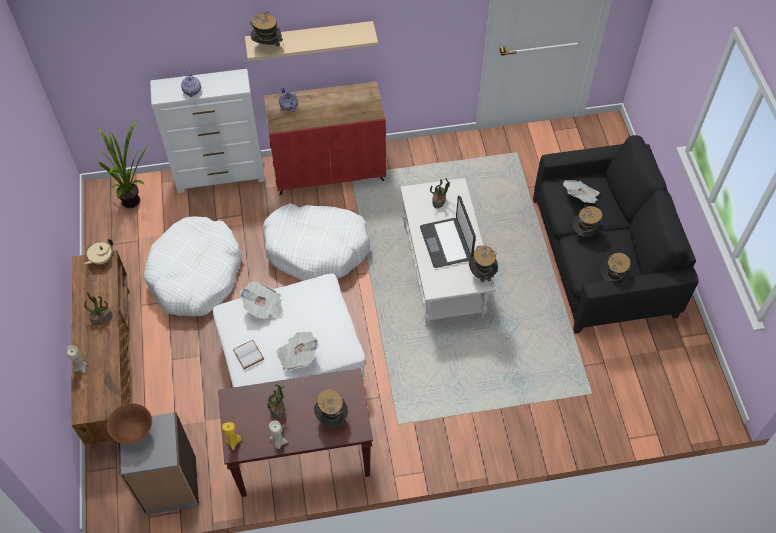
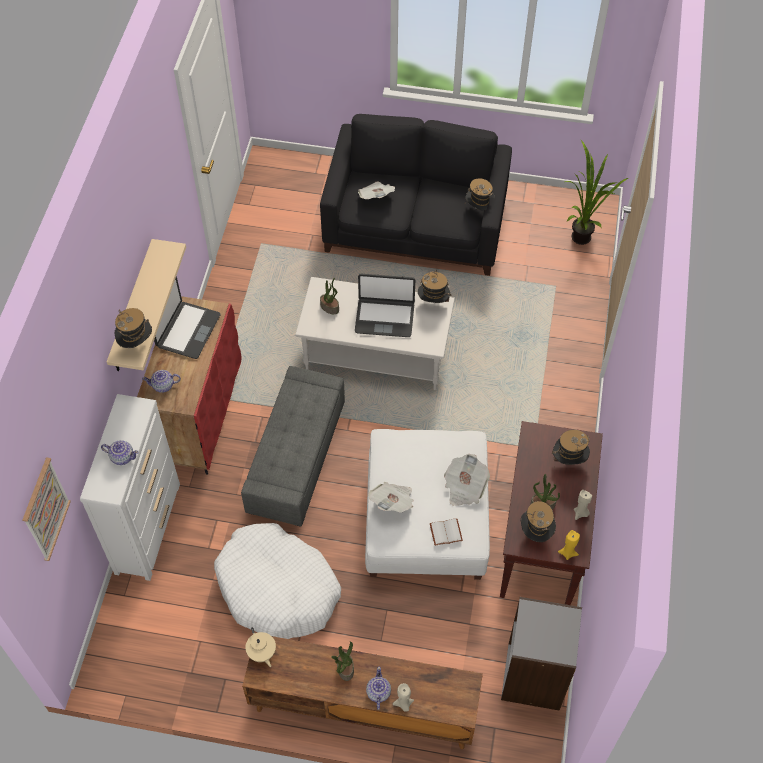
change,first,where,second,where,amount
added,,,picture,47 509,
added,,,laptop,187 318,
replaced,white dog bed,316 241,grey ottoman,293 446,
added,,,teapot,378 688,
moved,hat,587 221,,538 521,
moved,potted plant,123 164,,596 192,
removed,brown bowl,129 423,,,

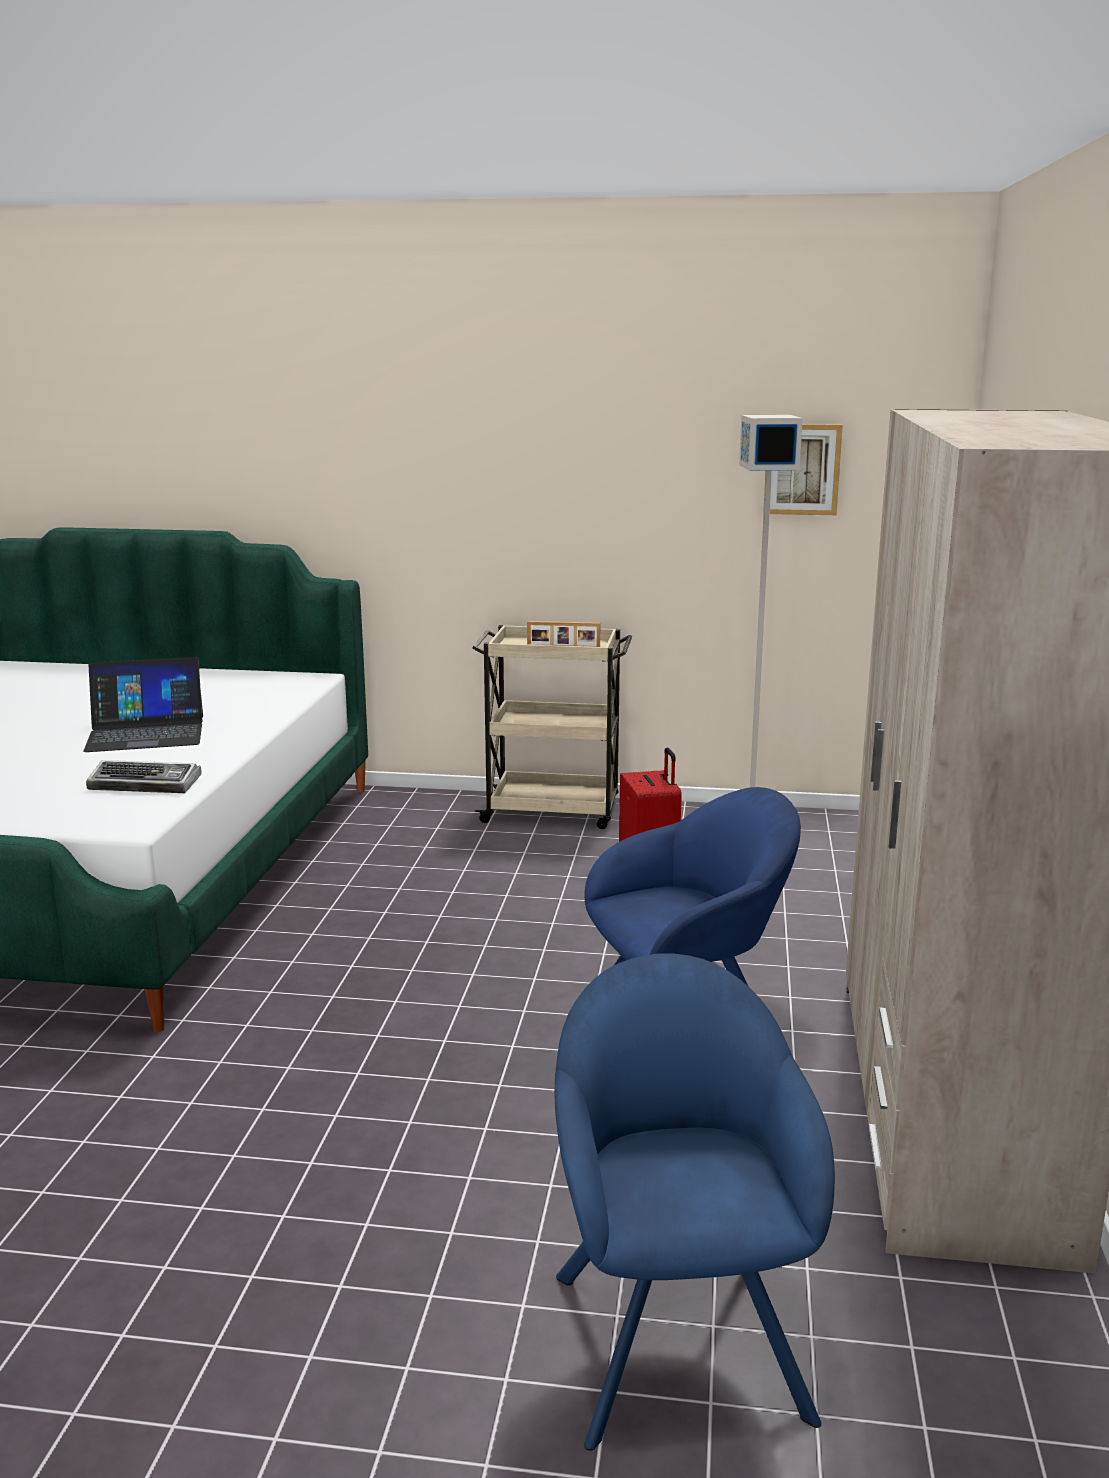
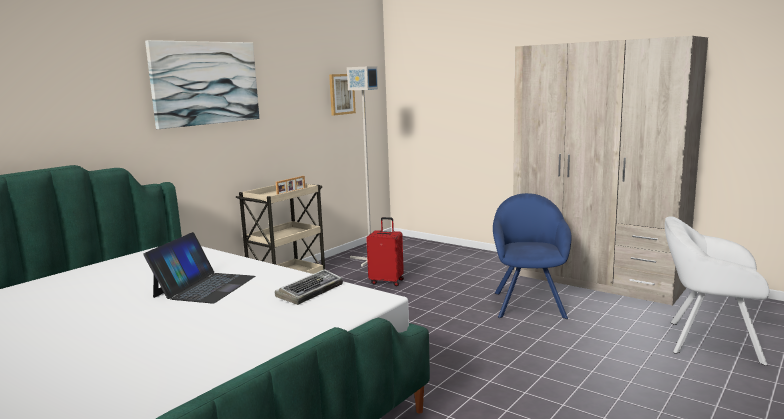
change,first,where,second,where,amount
added,,,picture,202 84,
recoloured,blue armchair,695 1202,white armchair,717 291,

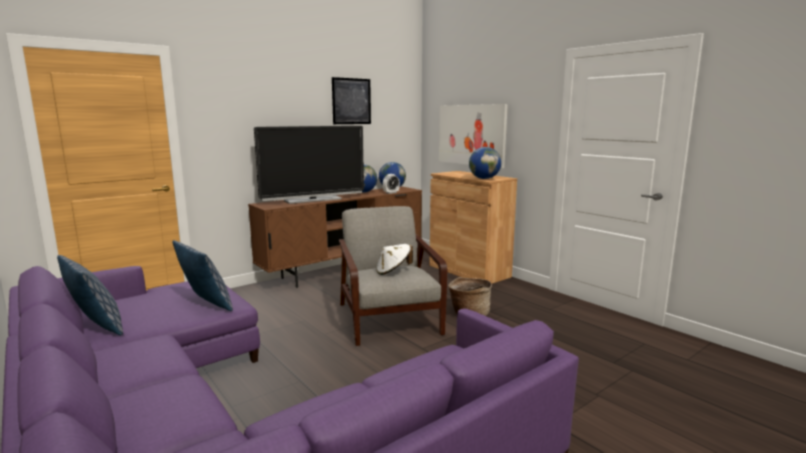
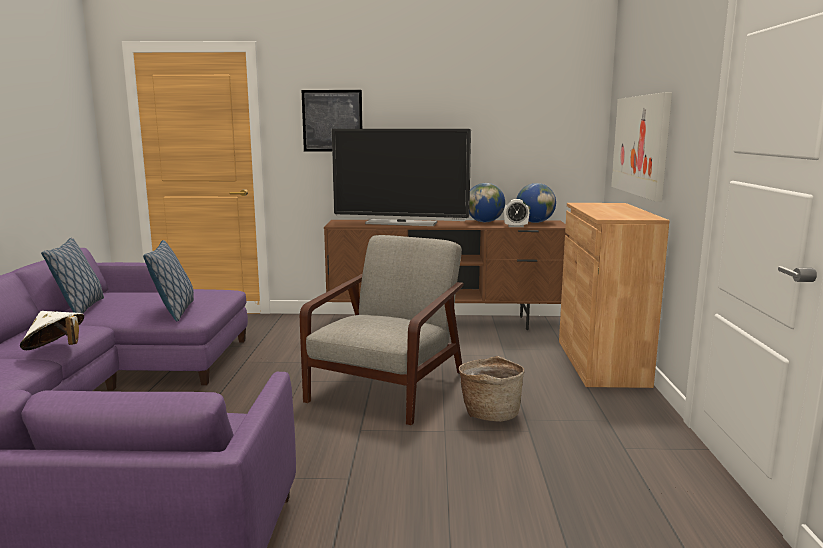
change,first,where,second,where,amount
moved,white hat,394 259,,52 330,
moved,picture,351 100,,332 120,
removed,globe,485 163,,,

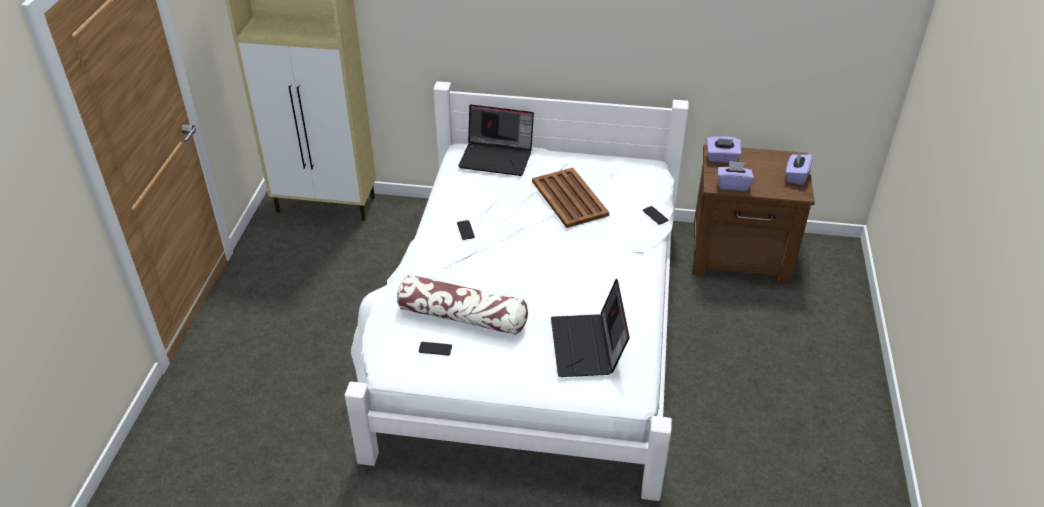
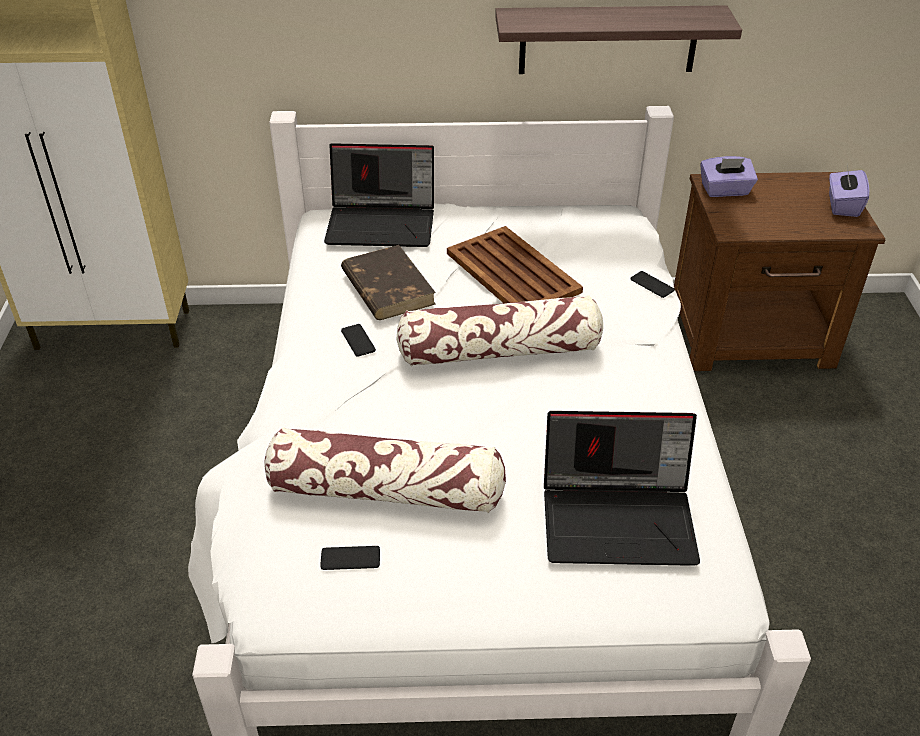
change,first,where,second,where,amount
added,,,brown book,388 282,
added,,,pillow,500 330,
added,,,shelf,618 39,
turned,laptop,590 328,,622 488,75 degrees counterclockwise
removed,purple tissue box,735 176,,,

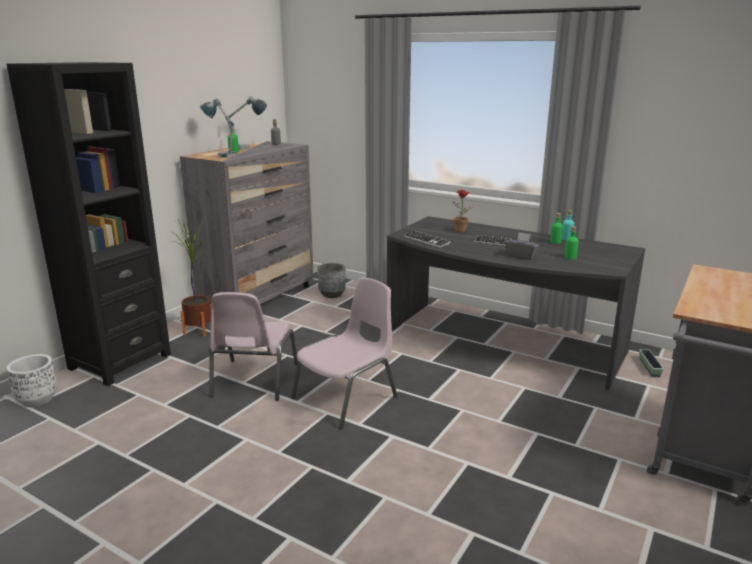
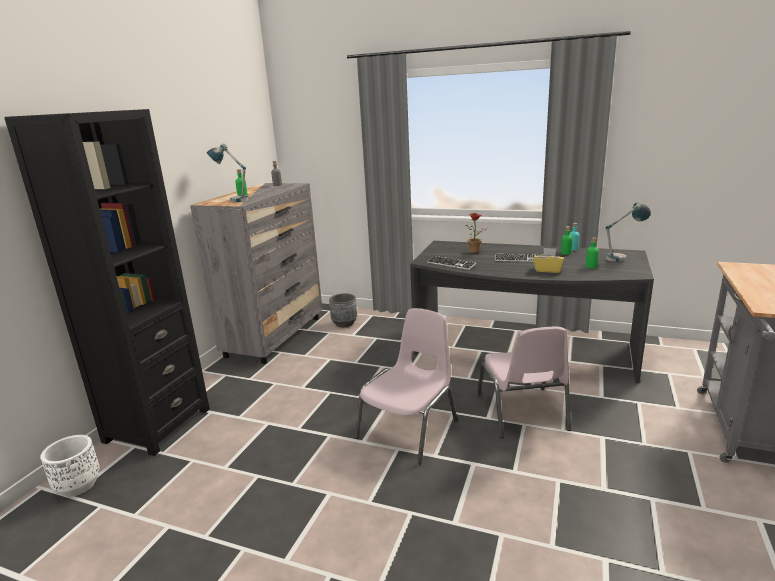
change,first,where,second,where,amount
moved,pink chair,253 346,,524 382,
recoloured,grey tissue box,522 246,yellow tissue box,548 260,
moved,table lamp,246 123,,628 232,
removed,potted plant,191 277,,,
removed,planter,651 363,,,

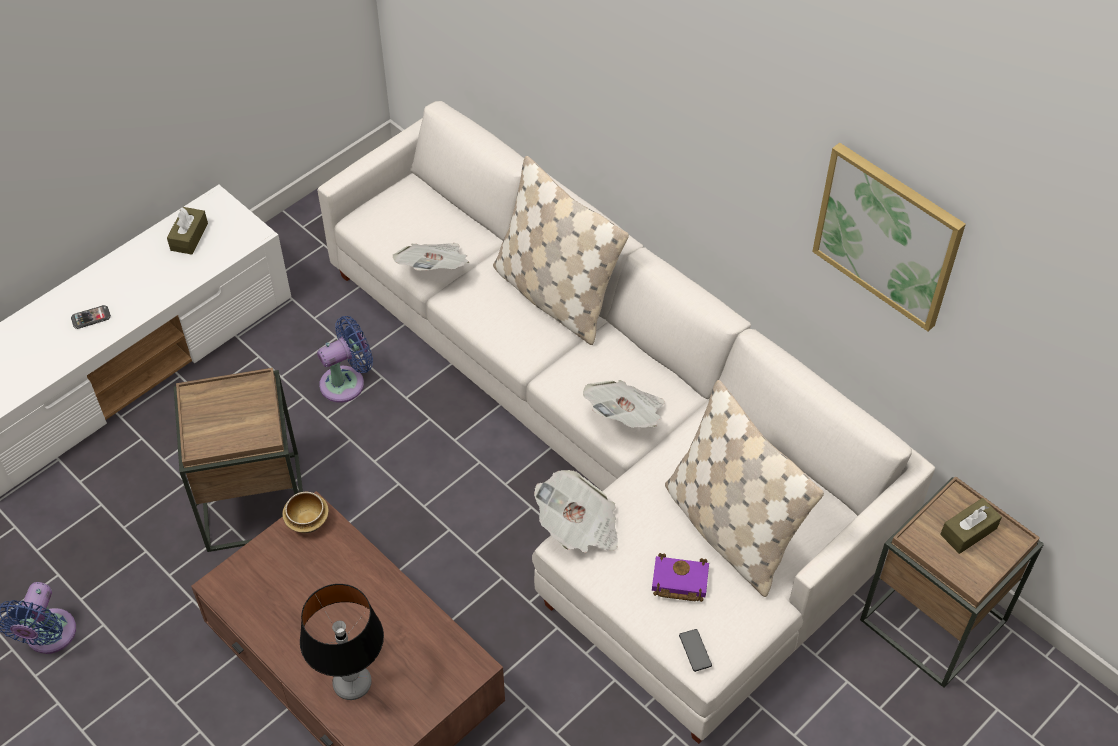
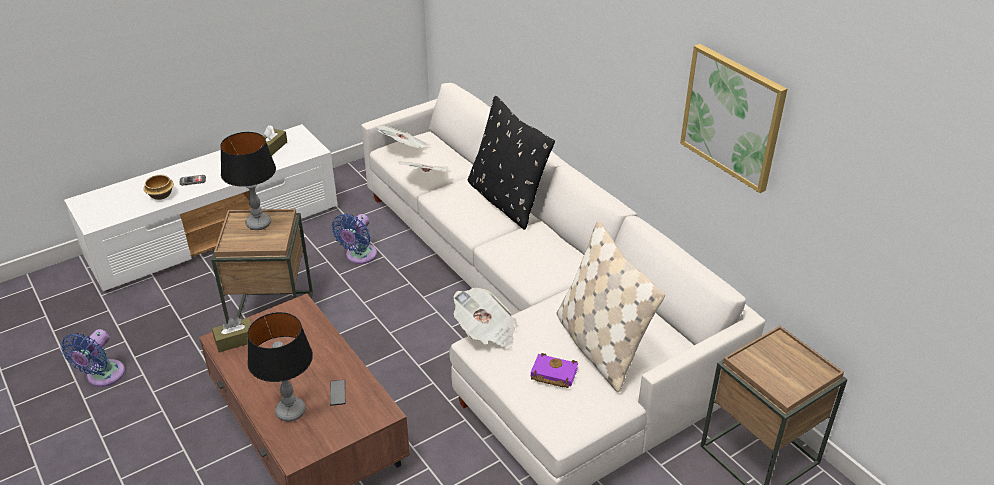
change,first,where,second,where,amount
moved,bowl,305 512,,158 187,
moved,brown tissue box,971 526,,232 334,
added,,,table lamp,248 181,
moved,phone,695 650,,337 393,
turned,blue fan,345 359,,354 239,135 degrees clockwise
moved,newspaper,624 404,,403 136,
recoloured,beige pillow,561 250,black pillow,511 163,

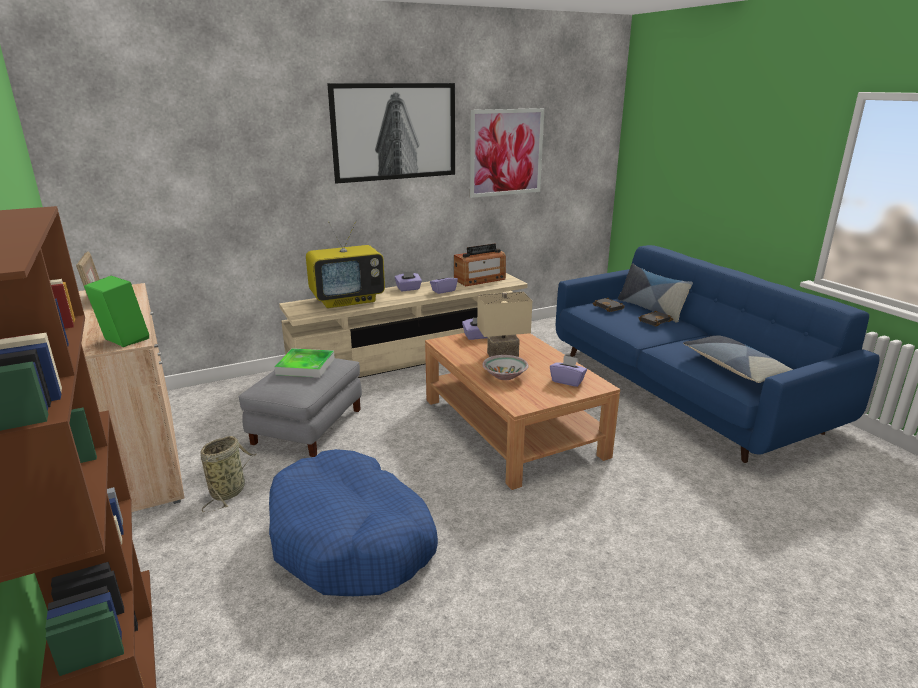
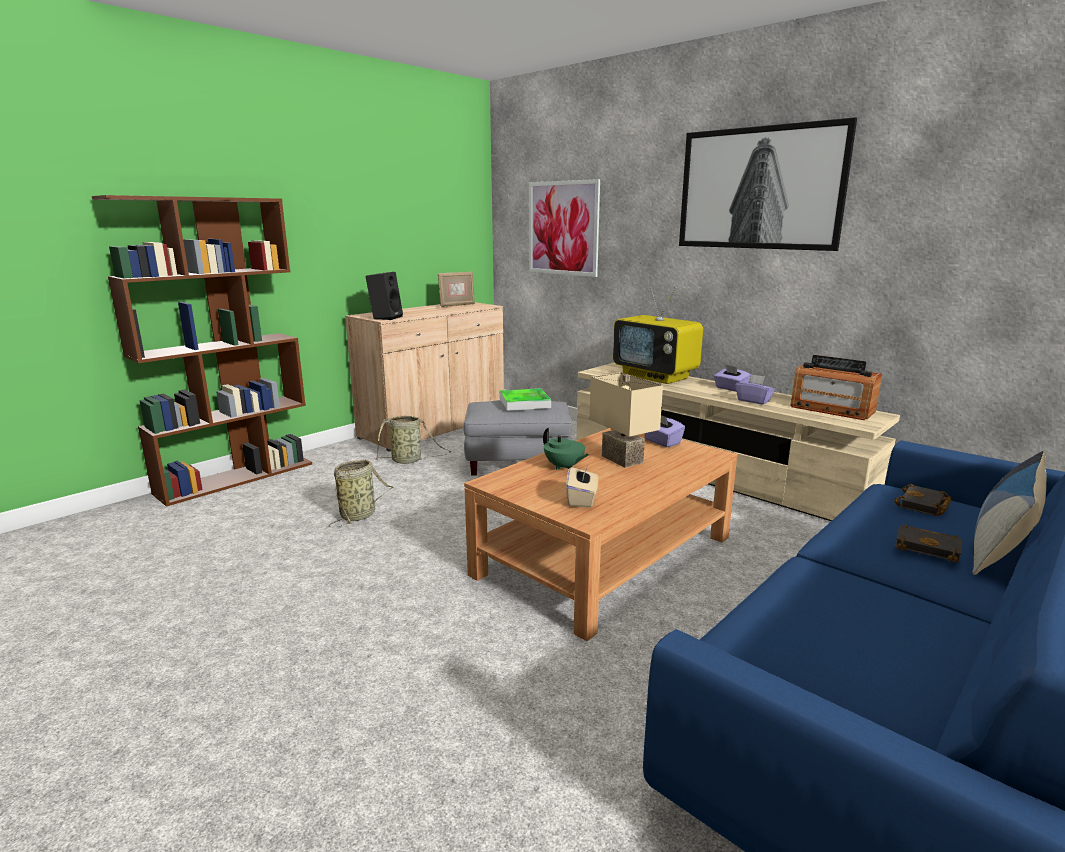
change,first,where,second,where,amount
replaced,blue dog bed,353 522,basket,361 493,
recoloured,green speaker,116 311,black speaker,384 296,
moved,picture,507 153,,564 228,
replaced,bowl,505 367,green teapot,566 449,
recoloured,purple tissue box,568 371,beige tissue box,582 485,
removed,pillow,738 359,,,

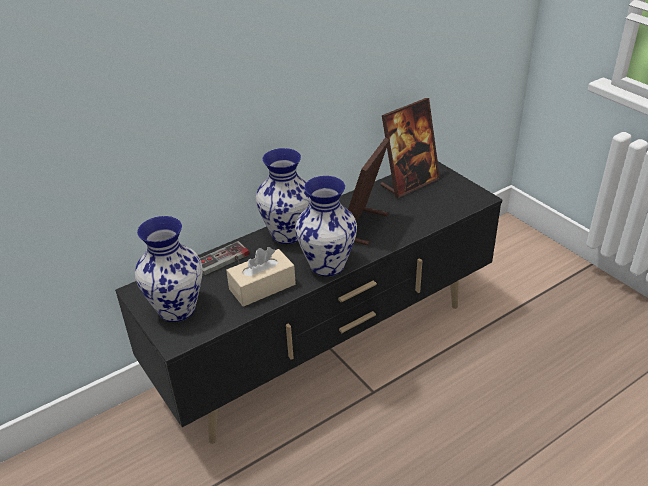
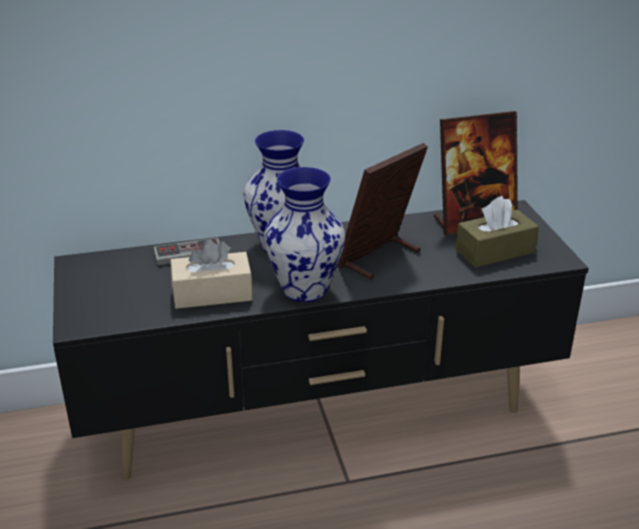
change,first,where,second,where,amount
added,,,brown tissue box,497 232,
removed,vase,168 269,,,

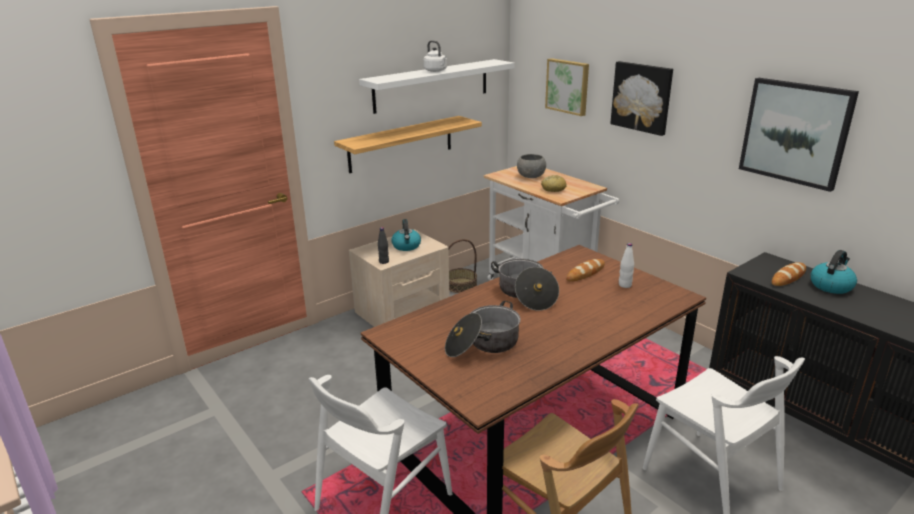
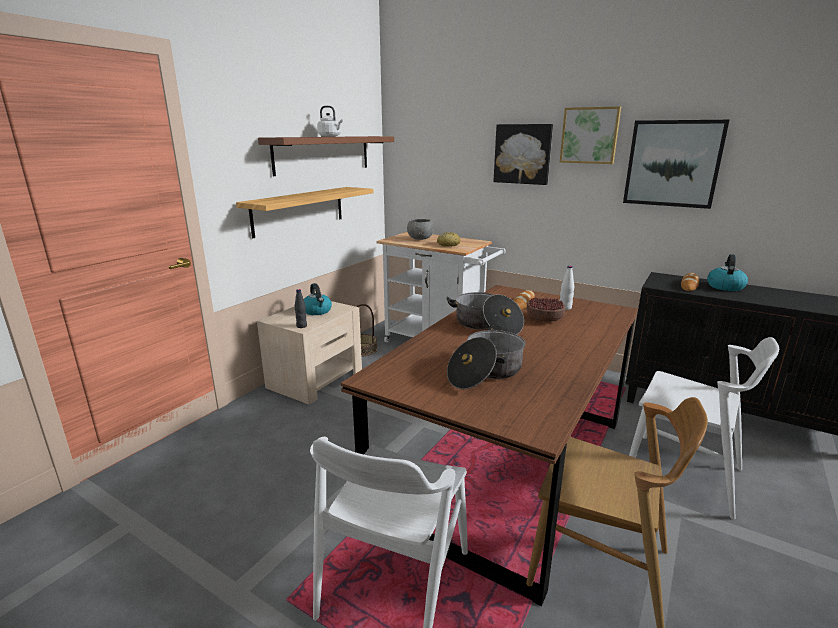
change,first,where,second,where,amount
recoloured,white shelf,437 86,brown shelf,326 156,
added,,,bowl,546 309,
moved,picture,567 87,,590 135,

